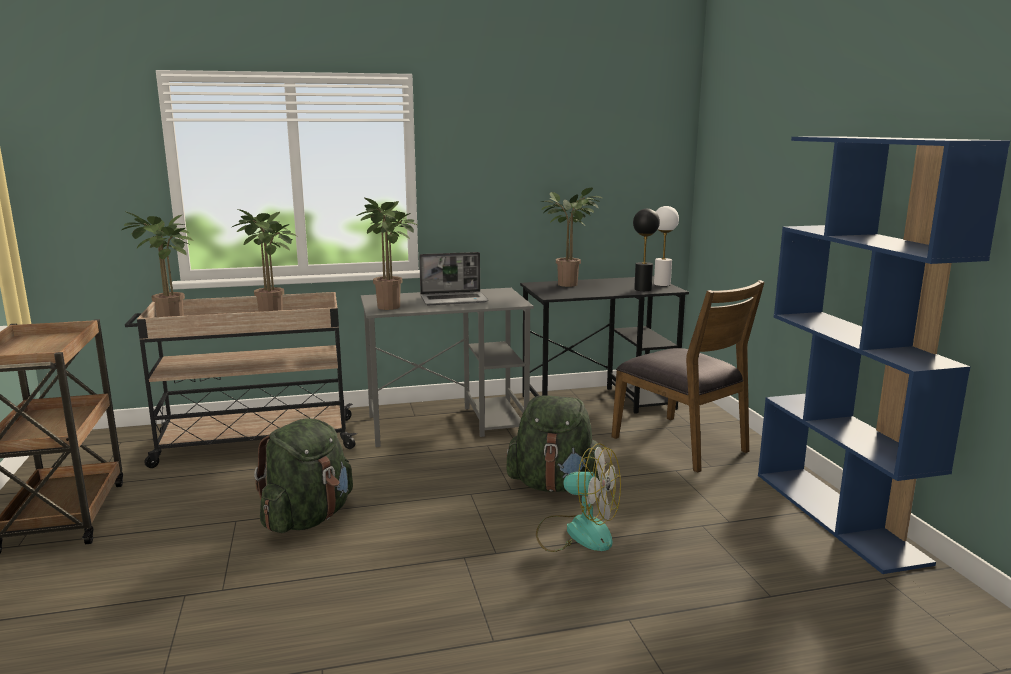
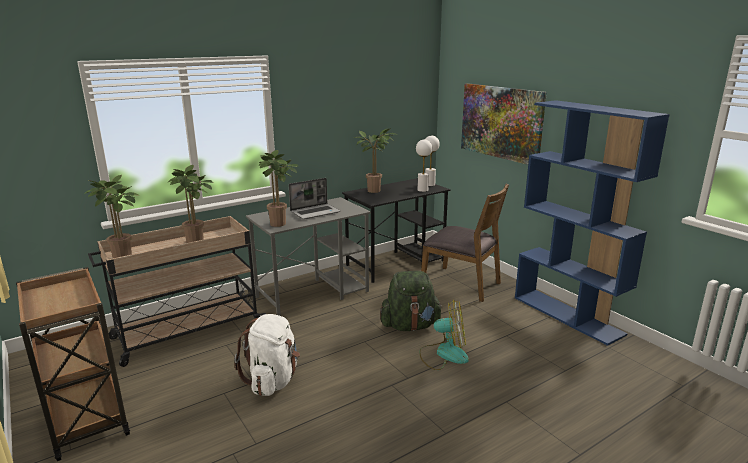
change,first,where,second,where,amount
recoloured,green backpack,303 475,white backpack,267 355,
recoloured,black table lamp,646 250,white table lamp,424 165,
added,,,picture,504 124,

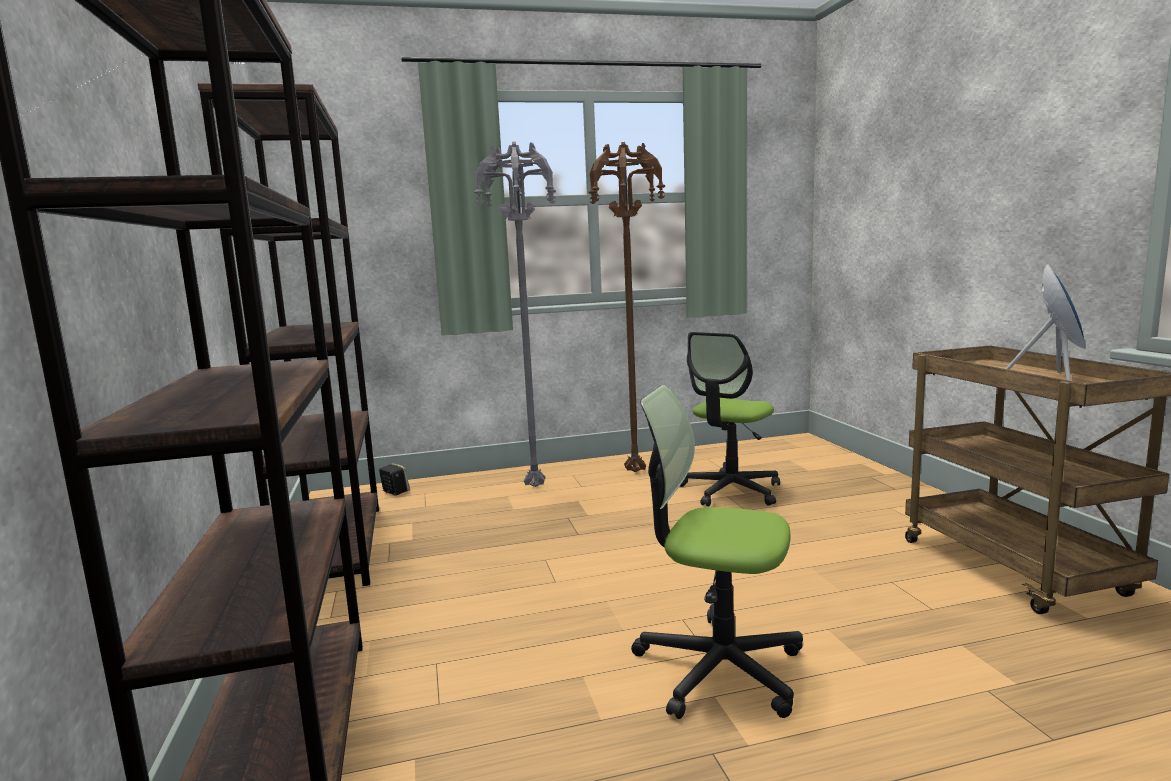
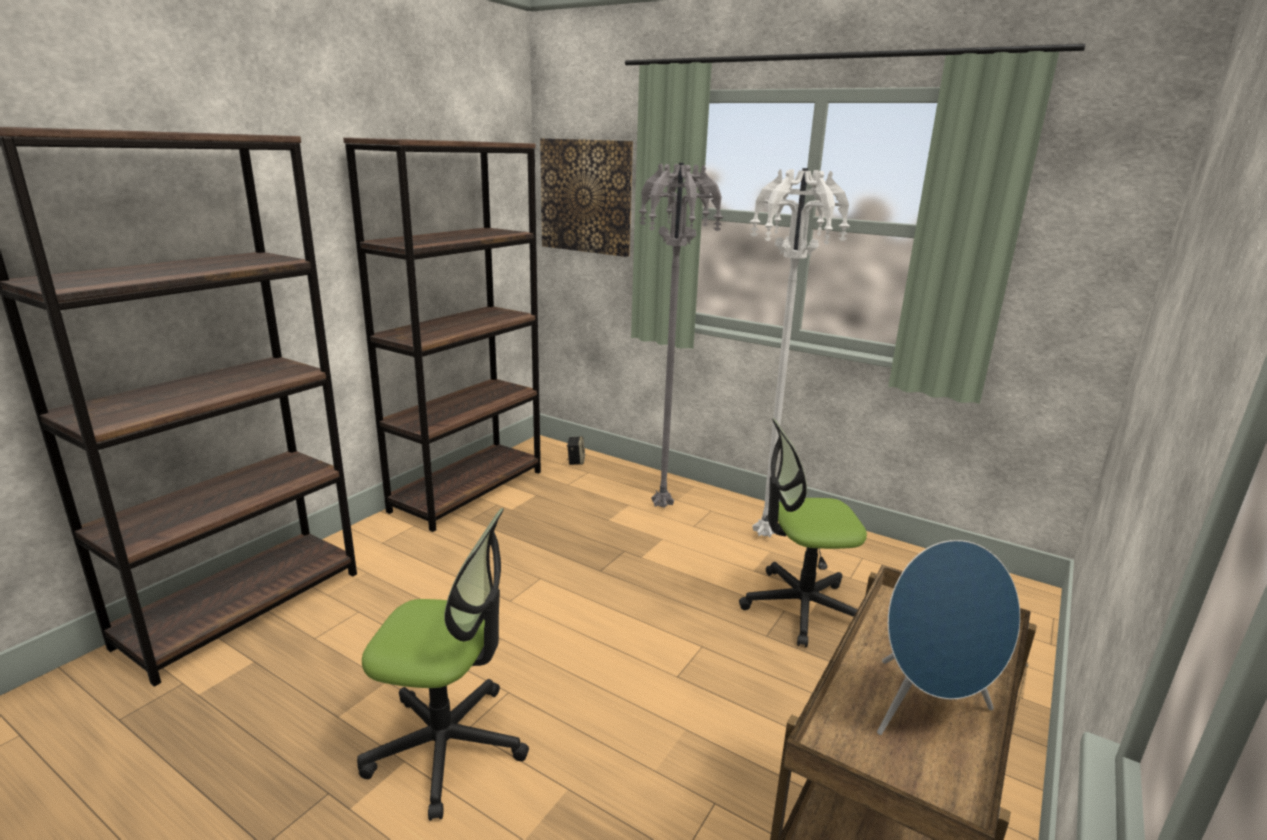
change,first,where,second,where,amount
turned,office chair,717 552,,443 664,120 degrees clockwise
added,,,picture,586 197,
recoloured,brown floor lamp,627 307,white floor lamp,799 353,

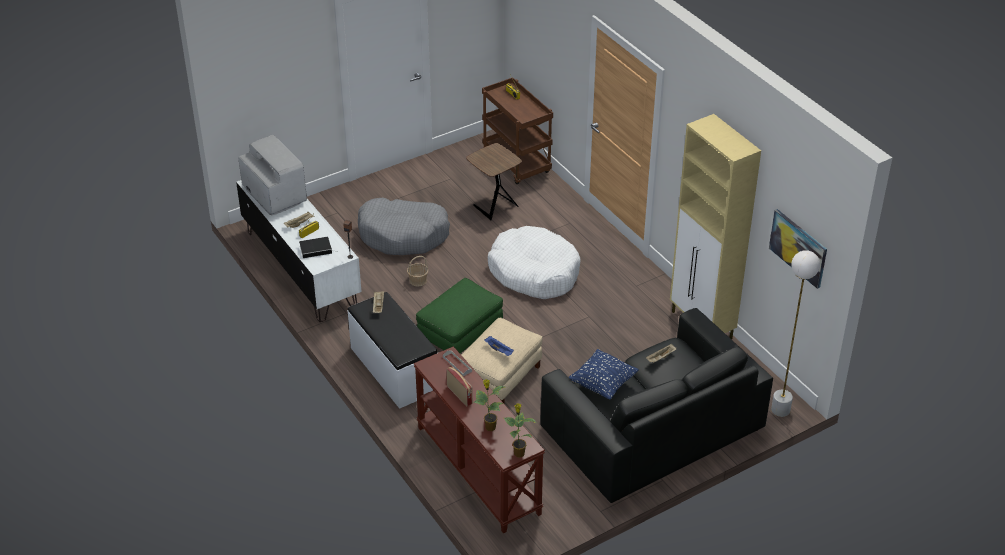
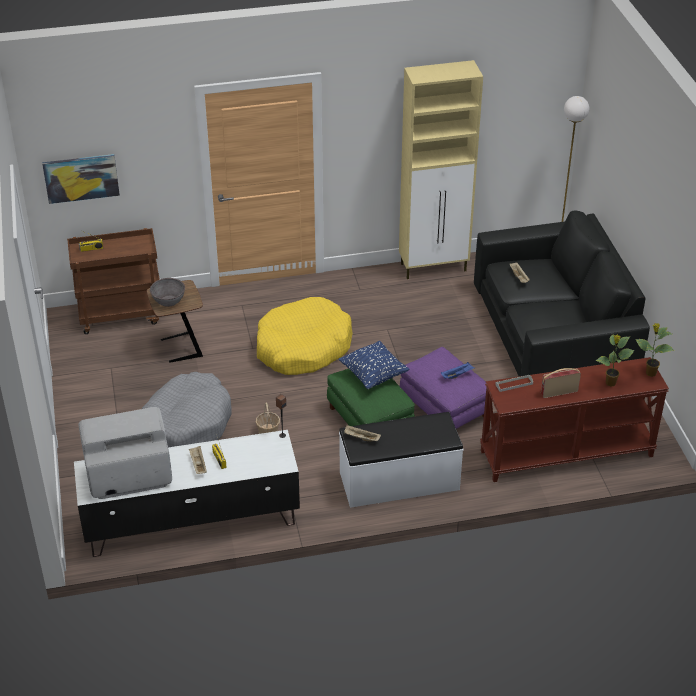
change,first,where,second,where,amount
moved,picture,798 249,,81 179,
added,,,grey bowl,167 292,
recoloured,white dog bed,534 262,yellow dog bed,305 336,
moved,blue pillow,604 374,,373 365,
recoloured,beige ottoman,502 361,purple ottoman,443 388,
removed,book,318 247,,,

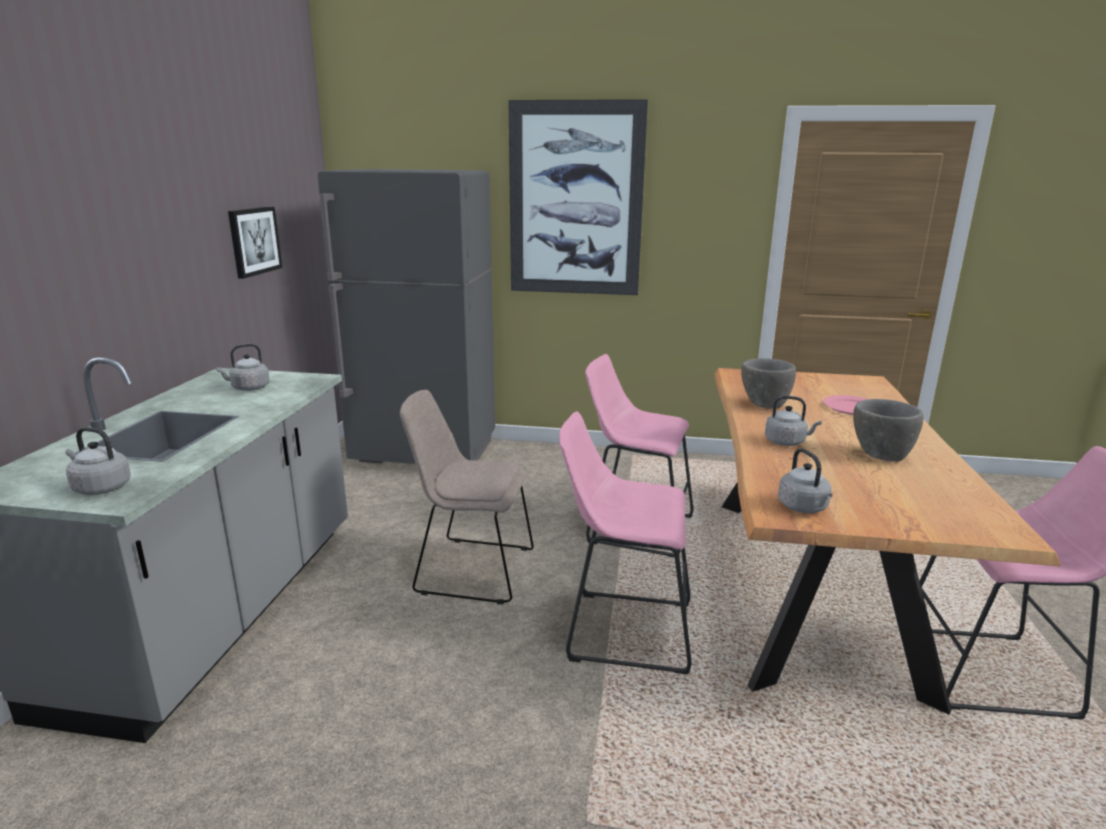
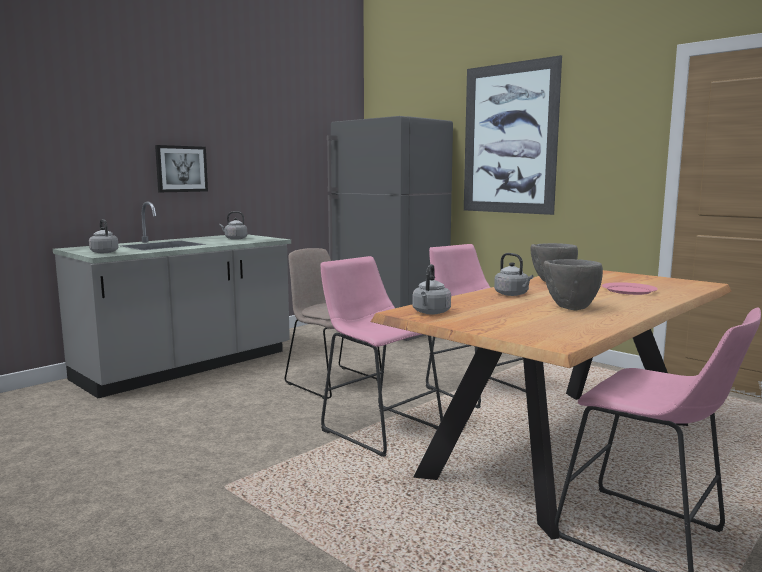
change,first,where,second,where,amount
moved,picture,255 242,,181 168,

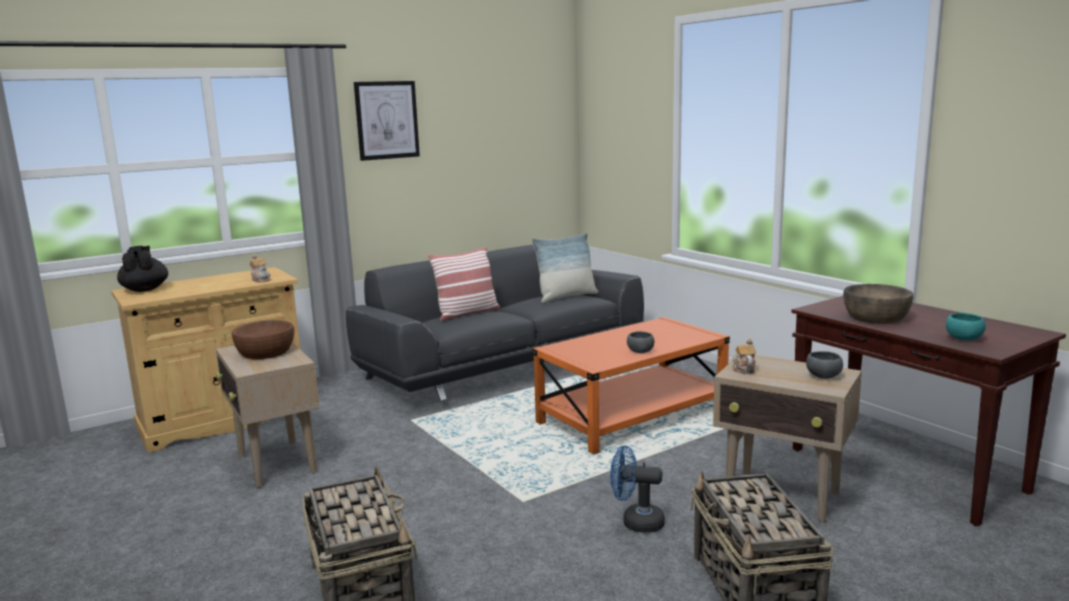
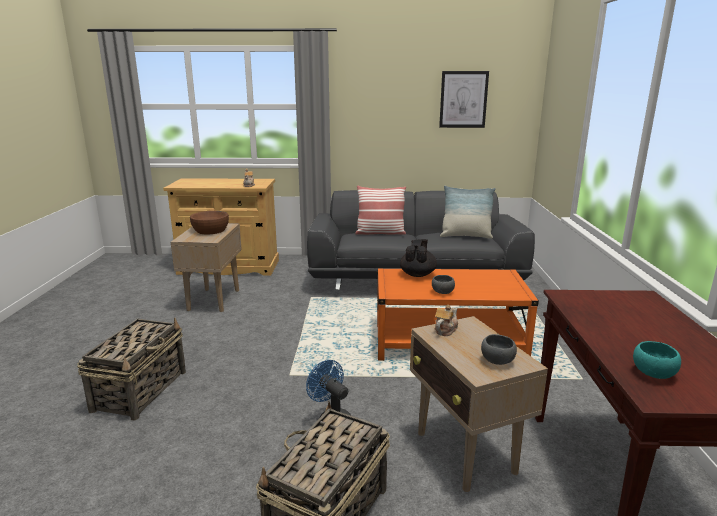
change,first,where,second,where,amount
moved,black teapot,142 269,,418 258,
moved,picture,387 121,,464 99,
removed,brown bowl,878 304,,,

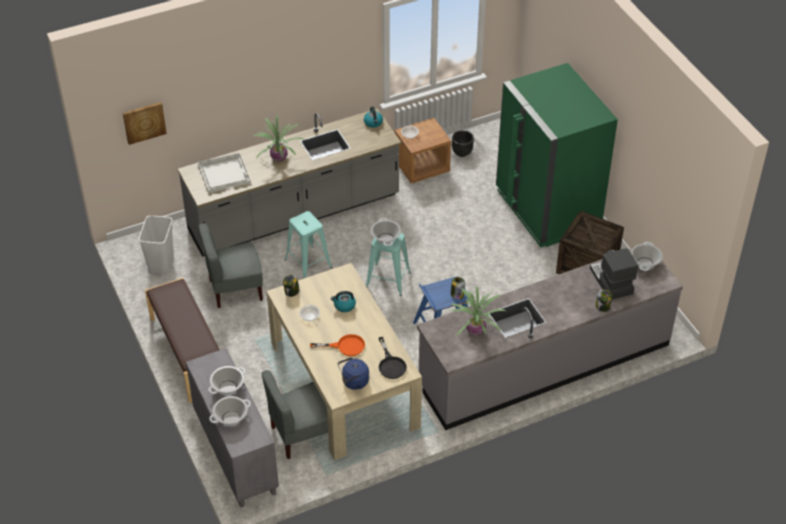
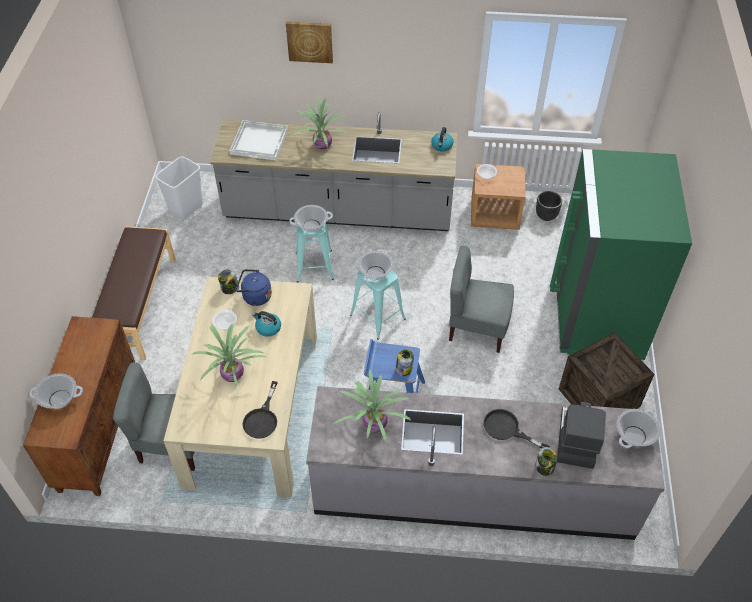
change,first,where,second,where,amount
recoloured,grey cabinet,232 428,brown cabinet,79 406,
replaced,orange frying pan,337 345,potted plant,228 355,
moved,blue kettle,353 373,,254 287,
moved,picture,145 123,,309 42,
moved,cooking pot,227 380,,311 219,
moved,grey chair,231 265,,481 299,
added,,,black frying pan,517 428,

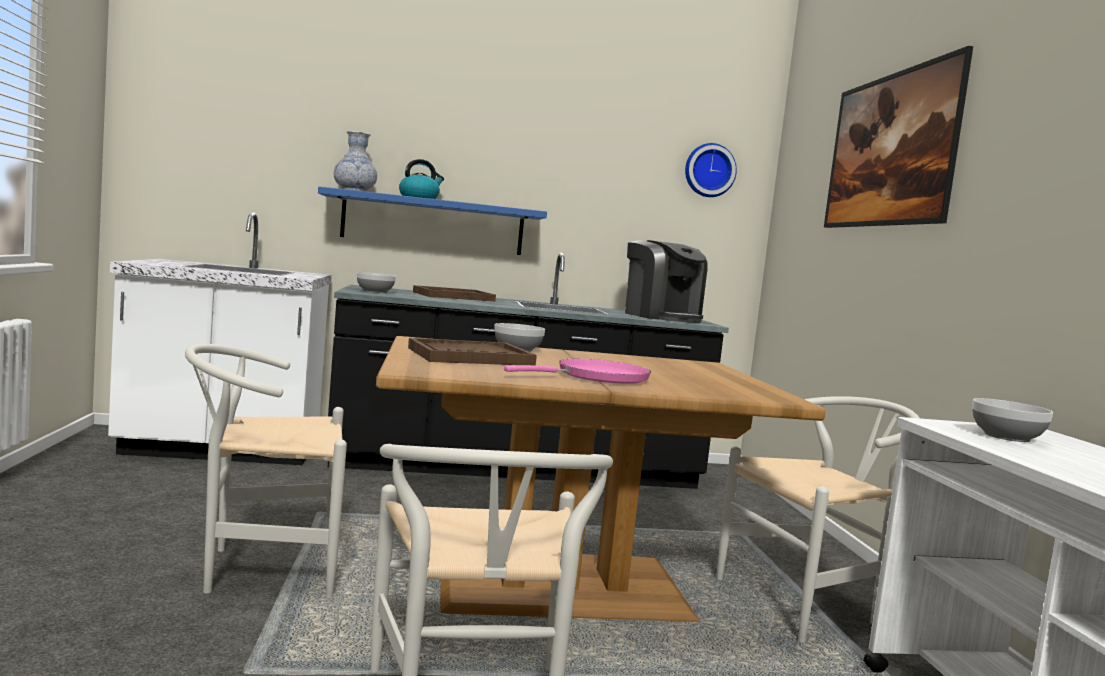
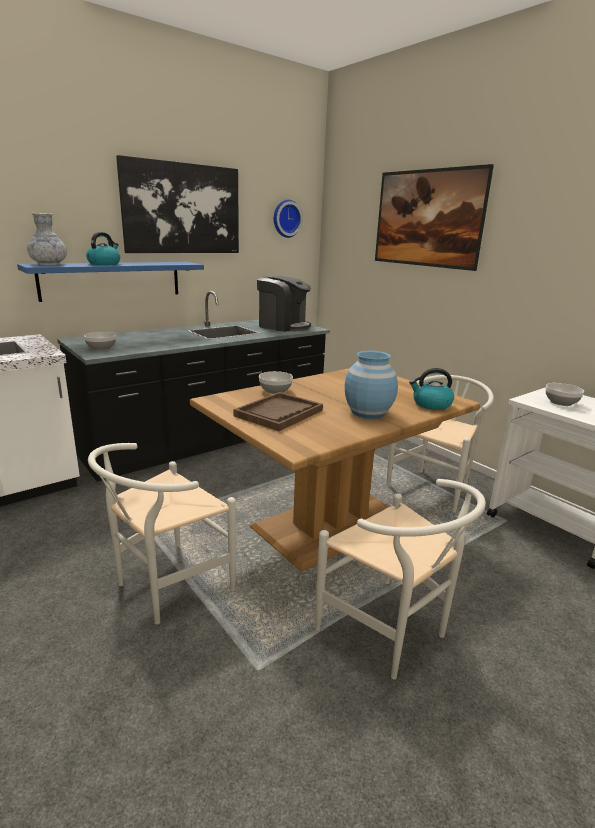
change,first,where,second,where,amount
added,,,picture,177 204,
replaced,pink frying pan,577 371,blue vase,371 385,
added,,,kettle,431 389,
removed,brown tray,454 293,,,

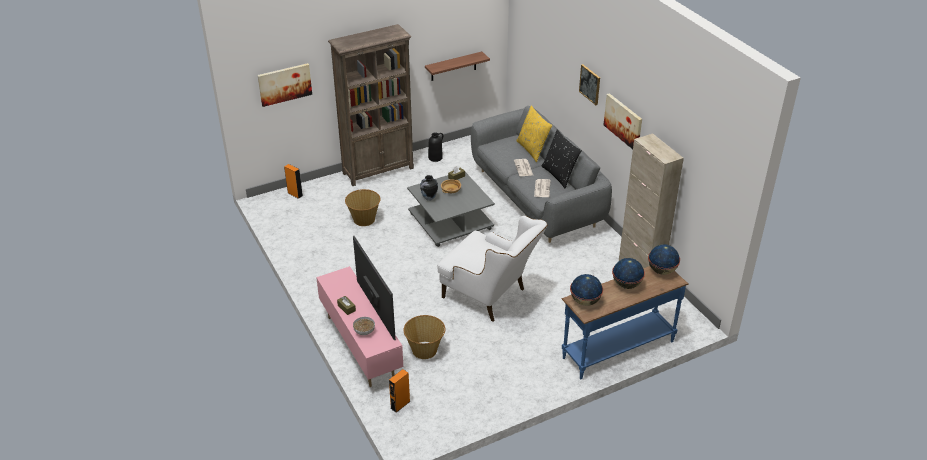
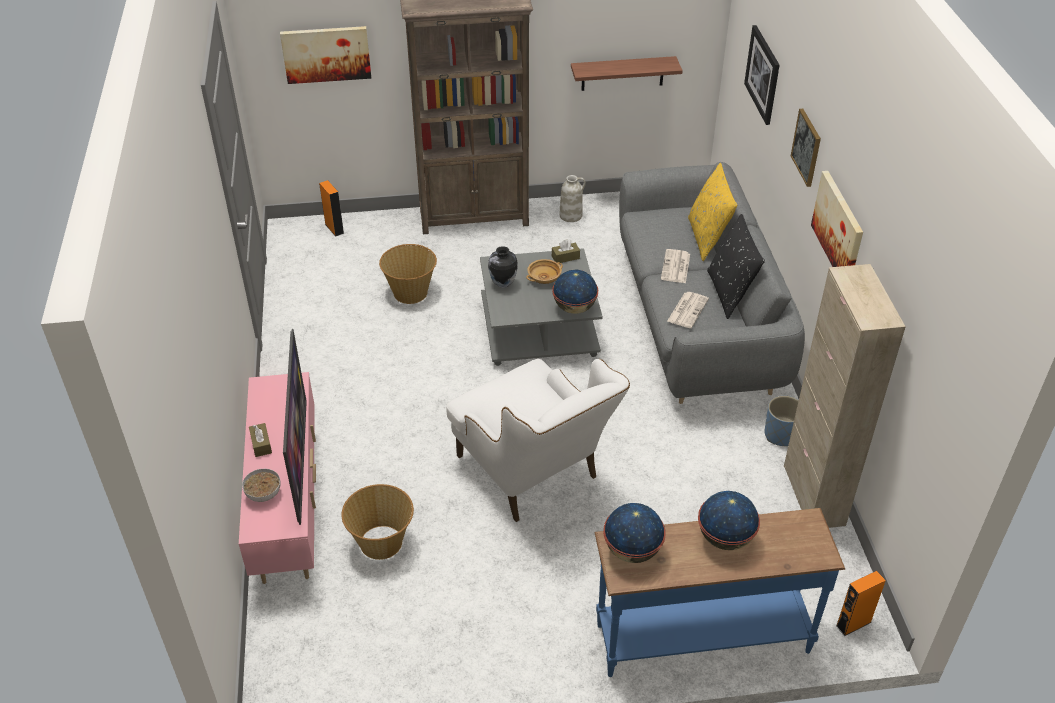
change,first,where,second,where,amount
moved,globe,664 259,,575 292,
recoloured,black vase,435 147,white vase,573 198,
added,,,picture,762 75,
added,,,blue planter,781 421,
moved,orange speaker,399 391,,861 603,

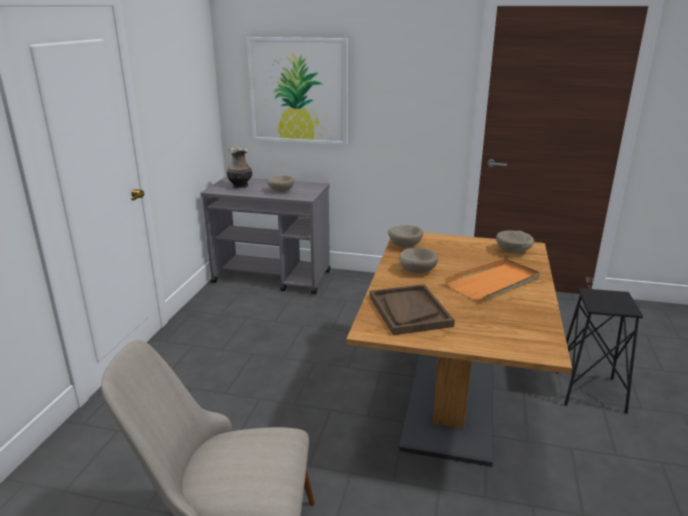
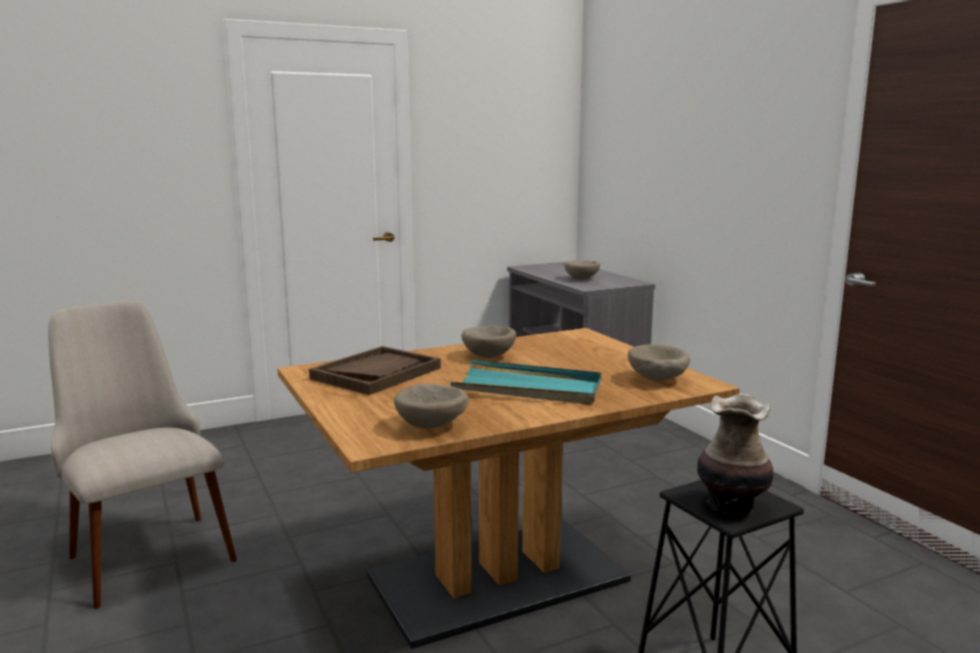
change,first,where,second,where,amount
moved,beige bowl,405 236,,431 406,
recoloured,orange tray,492 279,turquoise tray,526 382,
moved,vase,239 167,,735 455,
removed,picture,297 91,,,

